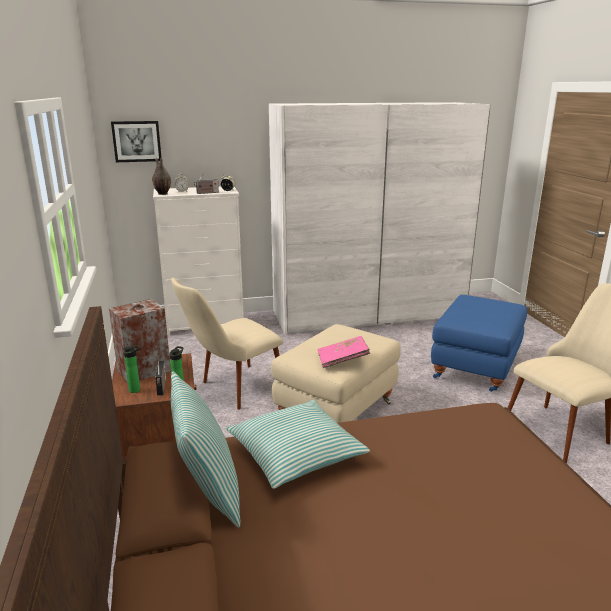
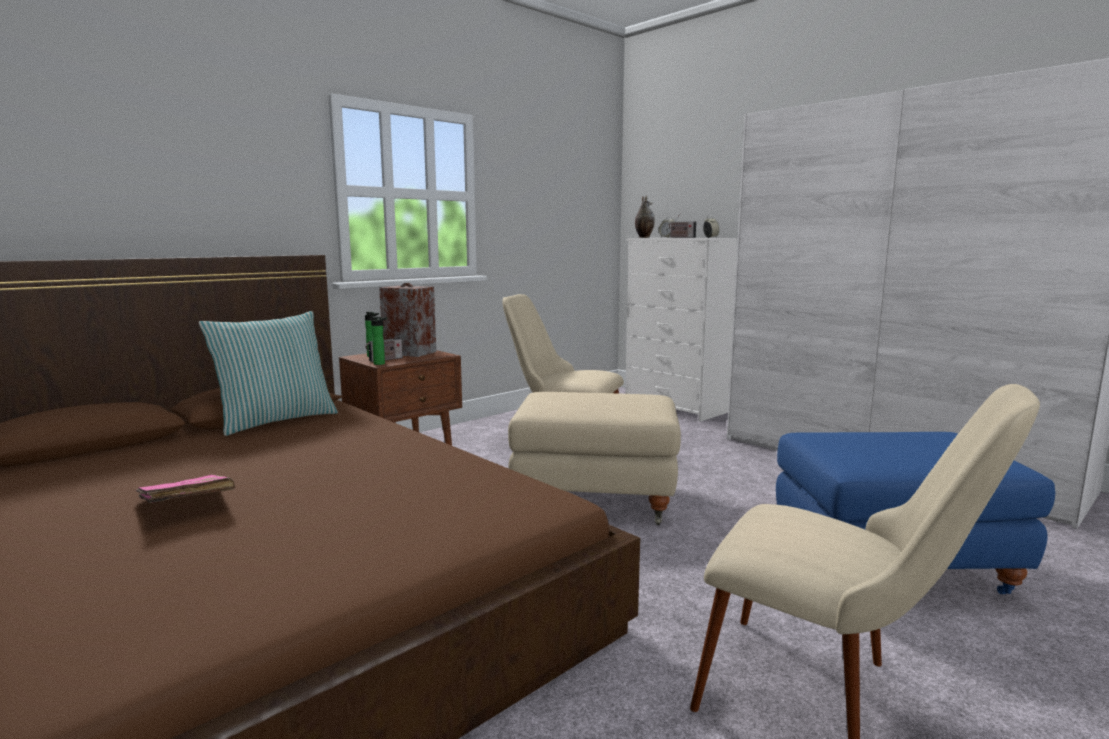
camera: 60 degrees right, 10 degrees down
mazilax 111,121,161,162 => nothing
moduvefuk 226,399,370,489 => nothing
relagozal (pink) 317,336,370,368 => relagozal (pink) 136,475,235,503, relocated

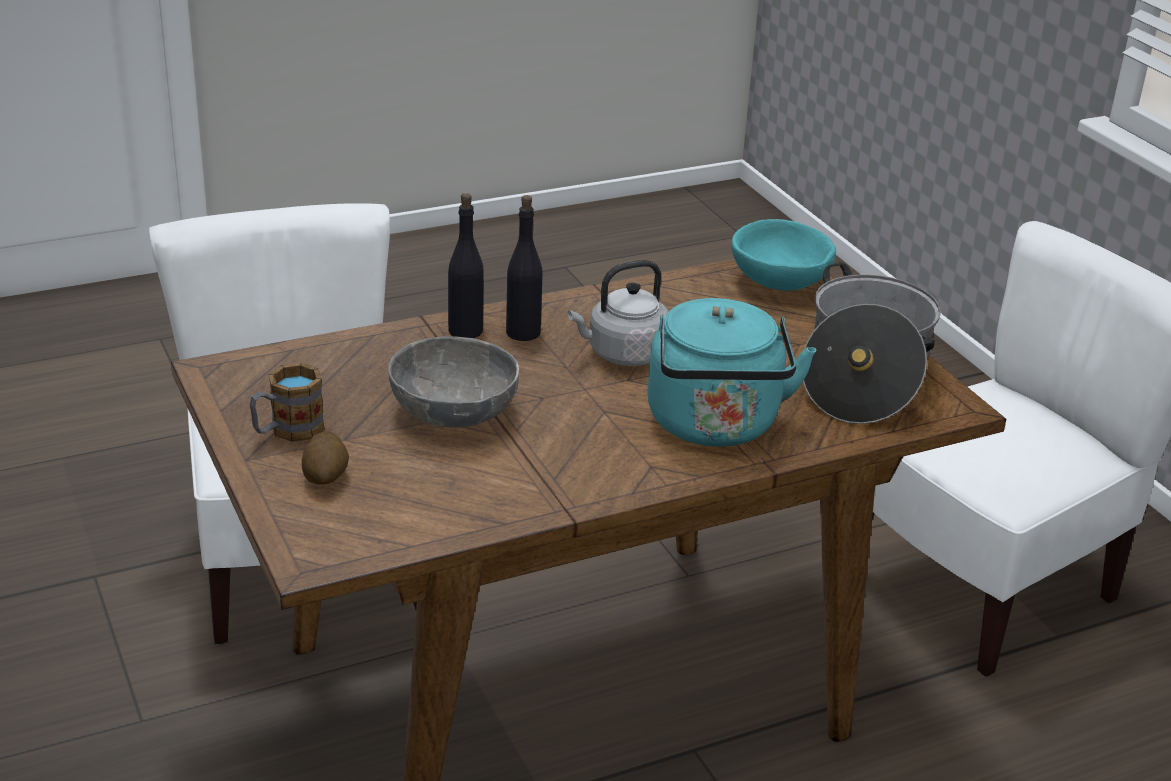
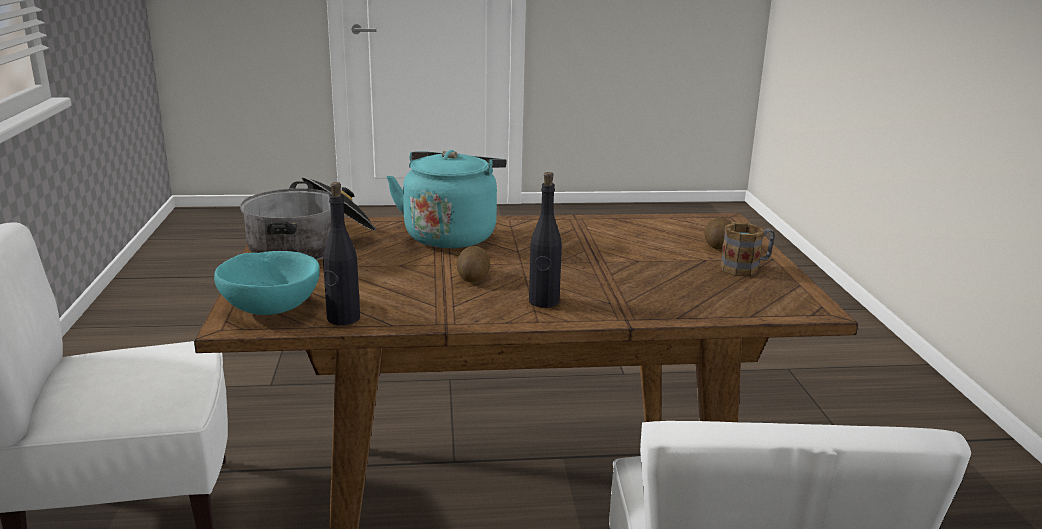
camera: 160 degrees left, 10 degrees down
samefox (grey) 388,336,519,428 => nothing
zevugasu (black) 448,193,484,338 => zevugasu (black) 323,182,360,325, relocated
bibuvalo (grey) 568,260,669,366 => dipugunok 456,246,490,282

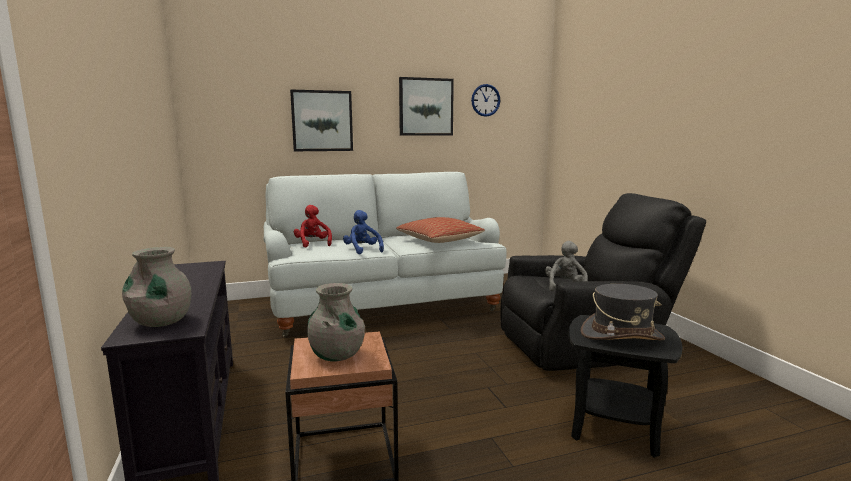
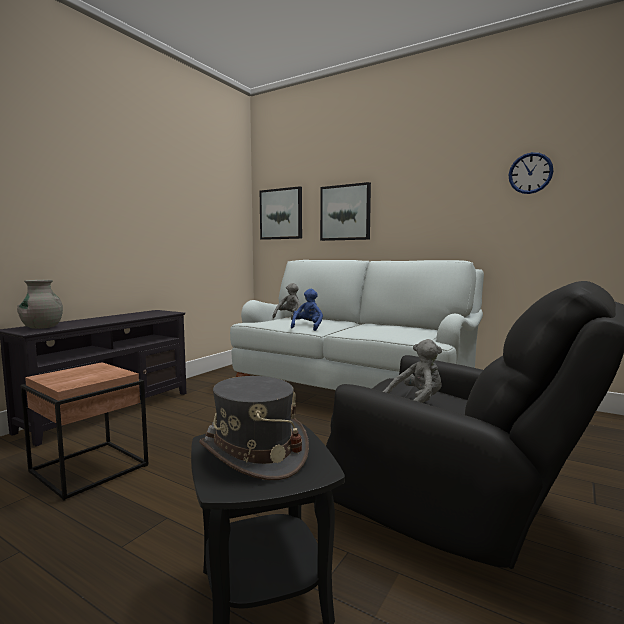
camera: 50 degrees right, 5 degrees down
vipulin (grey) 307,283,365,362 => nothing
moduvefuk 396,217,485,243 => nothing
mazilax 399,77,454,135 => mazilax 260,186,302,240, relocated
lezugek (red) 294,205,332,247 => lezugek (grey) 273,283,301,320

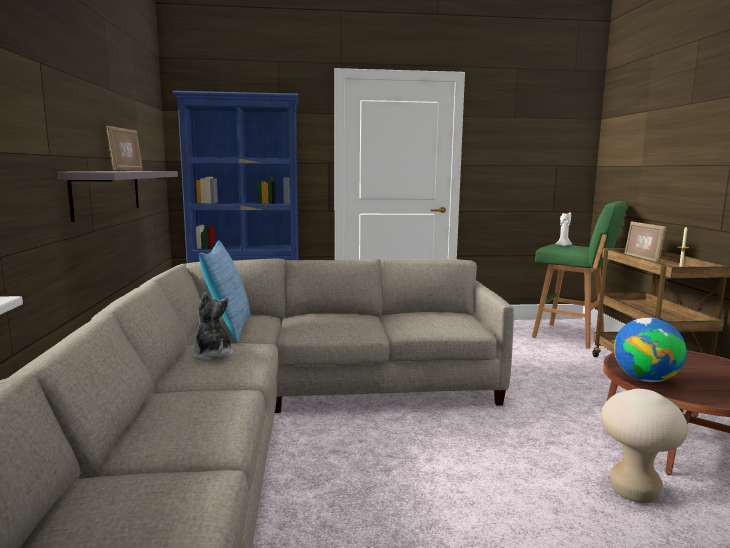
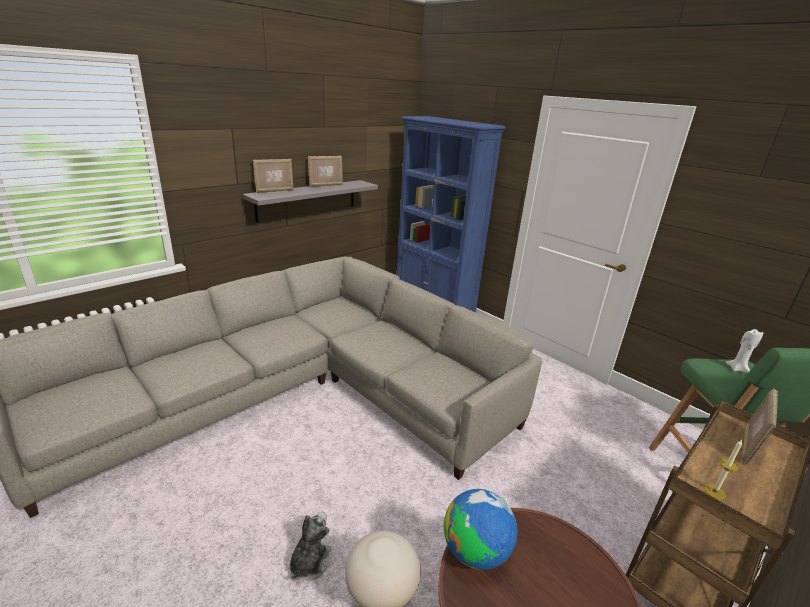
camera: 50 degrees right, 15 degrees up
moduvefuk 199,241,251,343 => nothing
nothing => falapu 253,159,294,193
lezugek 193,292,234,361 => lezugek 290,512,331,581, relocated

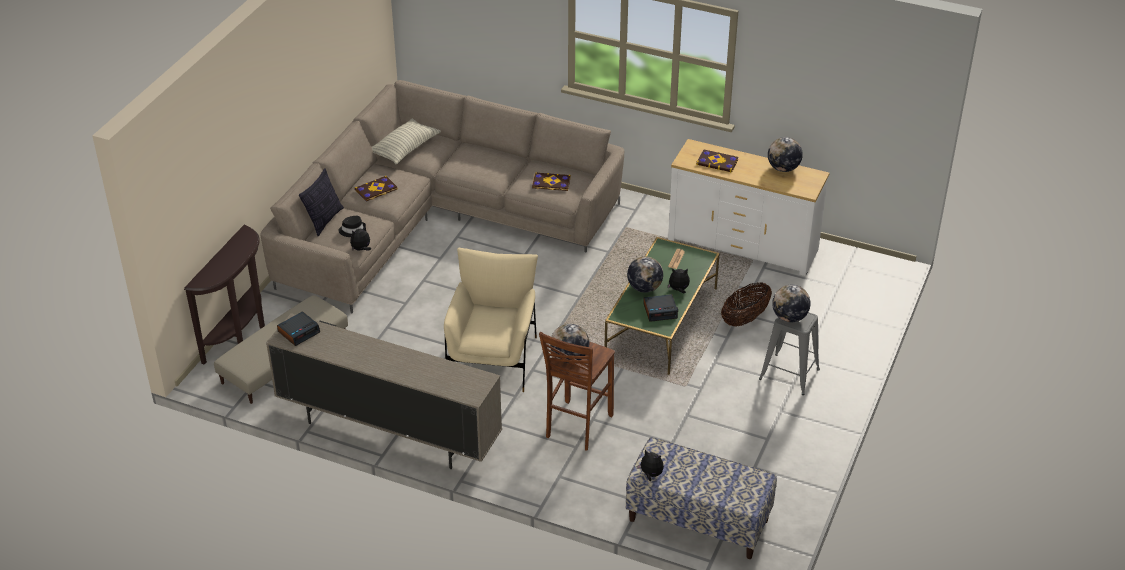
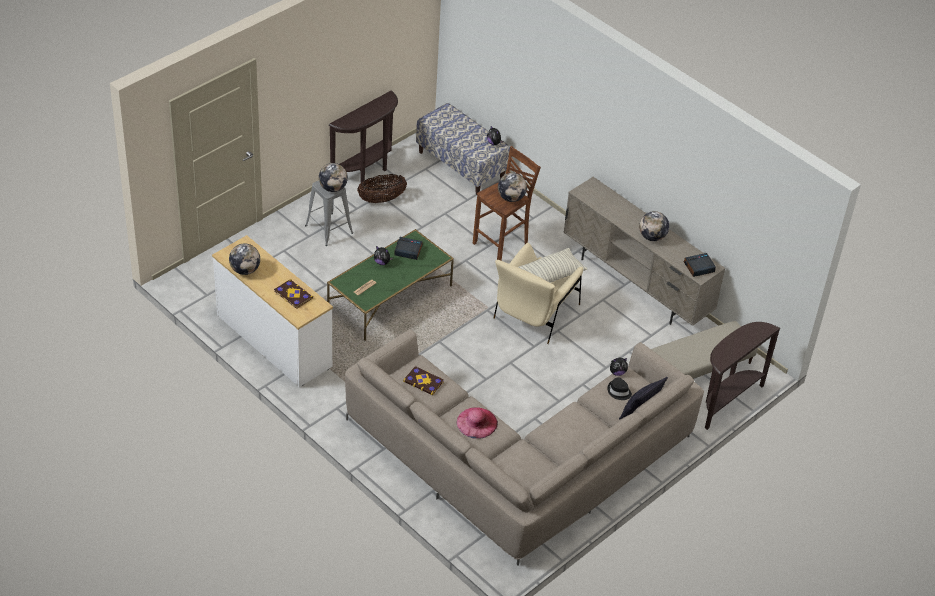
camera: 160 degrees left, 5 degrees up
relagozal 355,176,397,202 => nothing
nothing => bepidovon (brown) 329,90,398,183
nothing => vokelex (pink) 457,407,498,439
moduvefuk 372,118,441,164 => moduvefuk 518,248,587,283, relocated
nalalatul 627,256,663,293 => nalalatul 639,211,669,241, relocated
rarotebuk 721,282,772,327 => rarotebuk 357,174,407,203, relocated

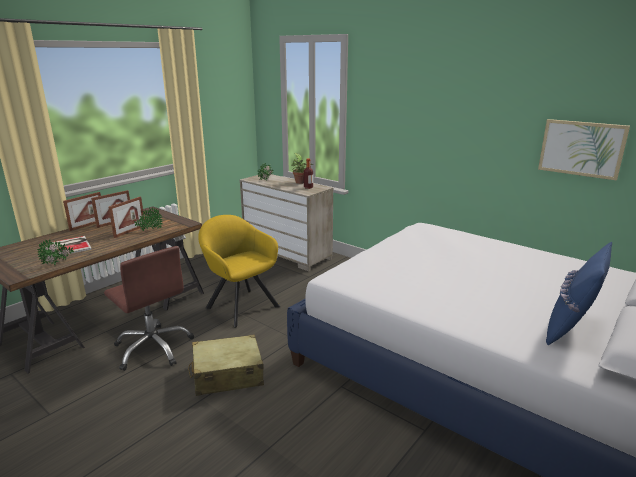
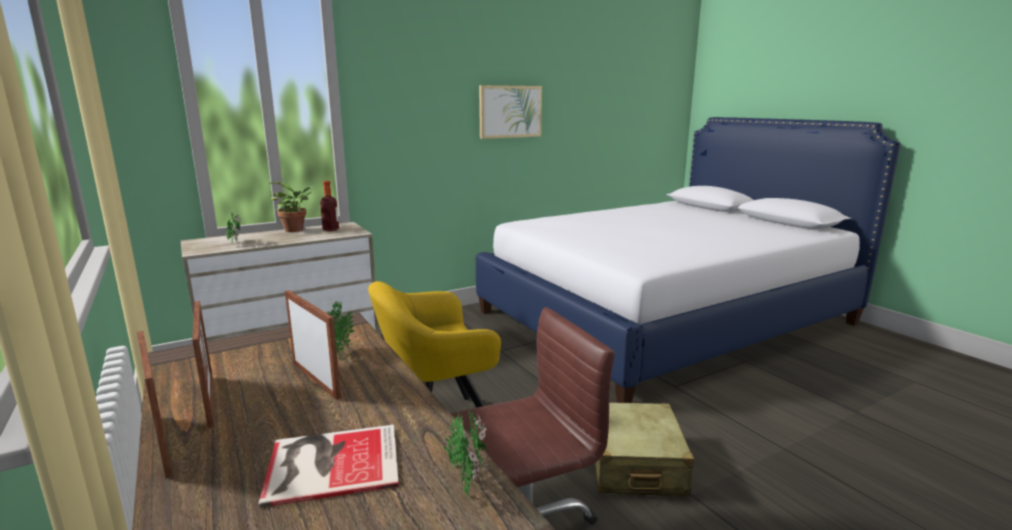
camera: 70 degrees left, 5 degrees down
moduvefuk (blue) 546,242,612,345 => nothing
mazilax 538,119,630,180 => mazilax 479,85,542,139, relocated

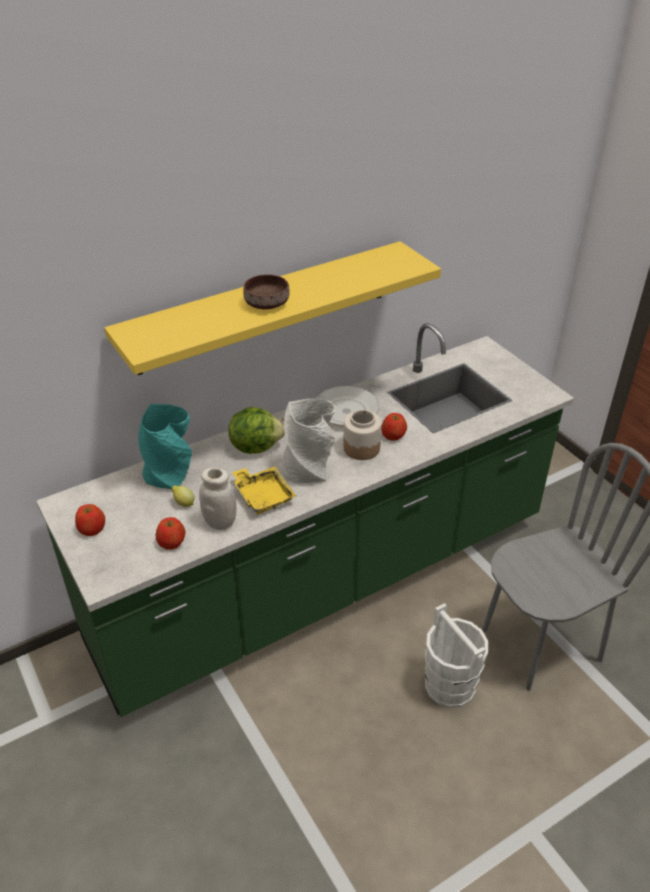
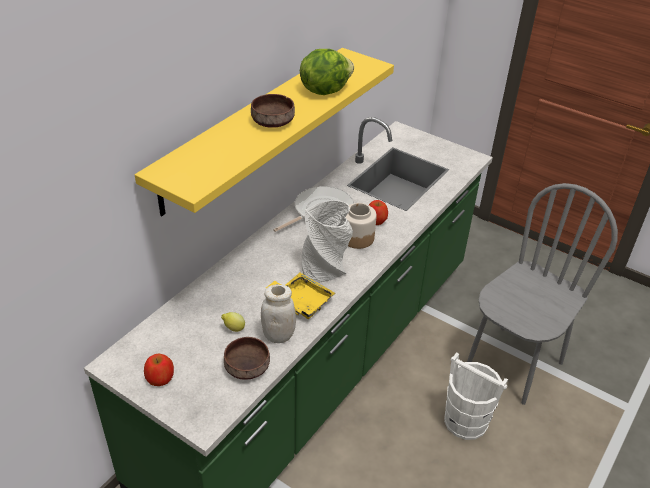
camera: 25 degrees left, 0 degrees up
vipulin (turquoise) 138,404,192,489 => nothing
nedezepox 228,407,285,454 => nedezepox 300,49,354,95, relocated
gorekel 156,517,185,550 => samefox (brown) 224,337,270,380

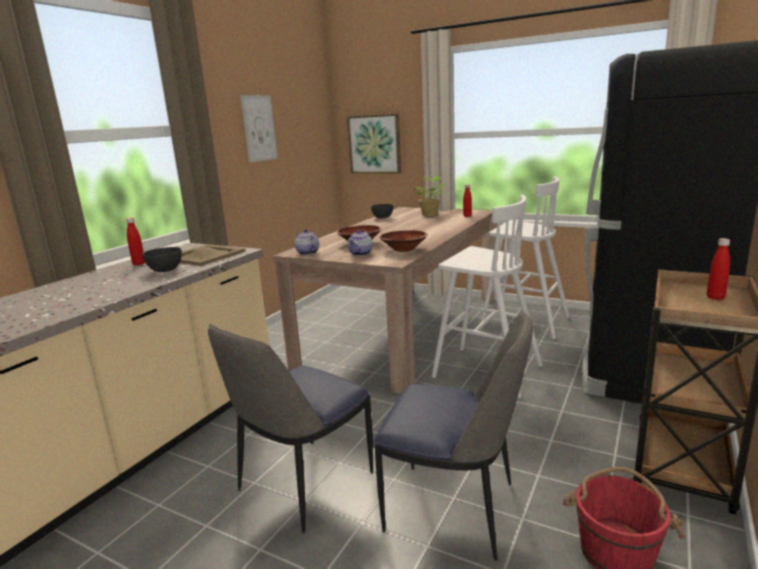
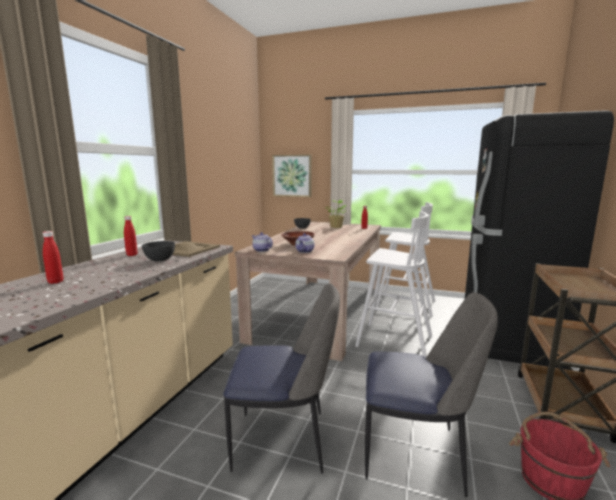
camera: 10 degrees left, 5 degrees down
mazilax 240,95,278,163 => nothing
samefox (brown) 379,230,428,252 => nothing
zevugasu (red) 707,238,730,300 => zevugasu (red) 43,231,63,284, relocated
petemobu 208,324,373,533 => petemobu 223,283,340,474, 120 degrees counterclockwise

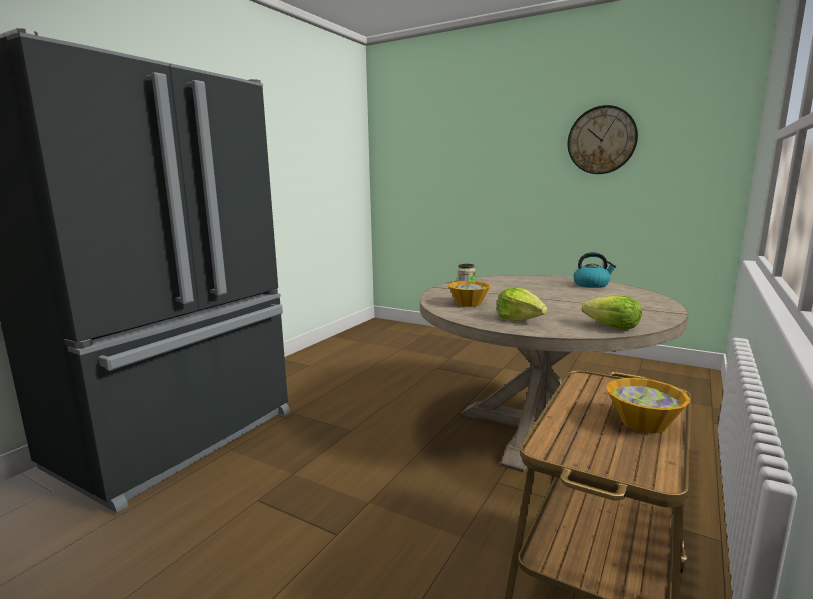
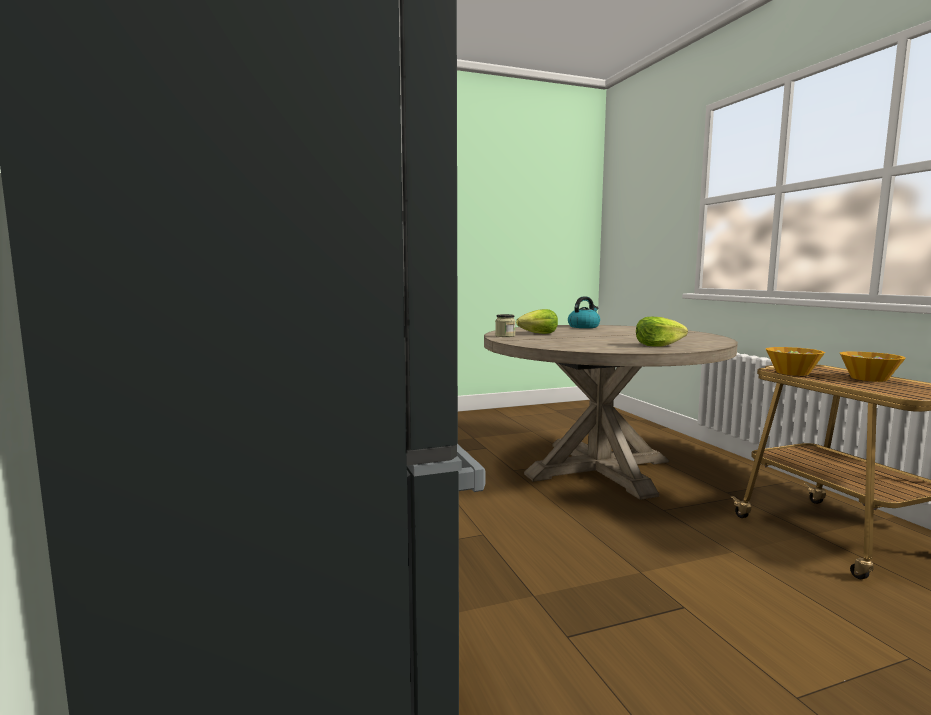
camera: 50 degrees left, 5 degrees down
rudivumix 568,105,638,174 => nothing
samefox 448,281,491,307 => samefox 766,347,825,376, relocated
nedezepox 582,296,642,330 => nedezepox 516,309,558,334, relocated

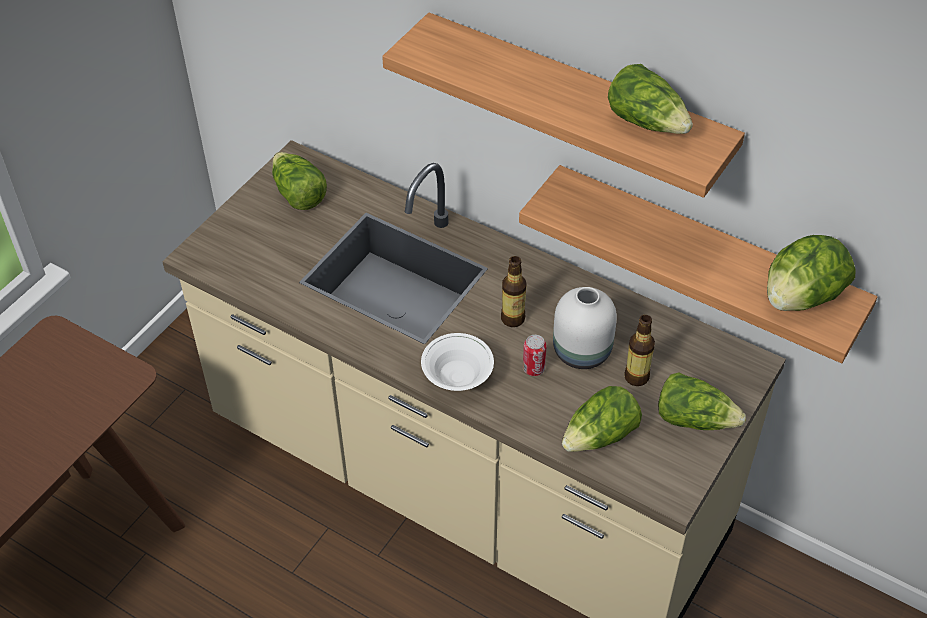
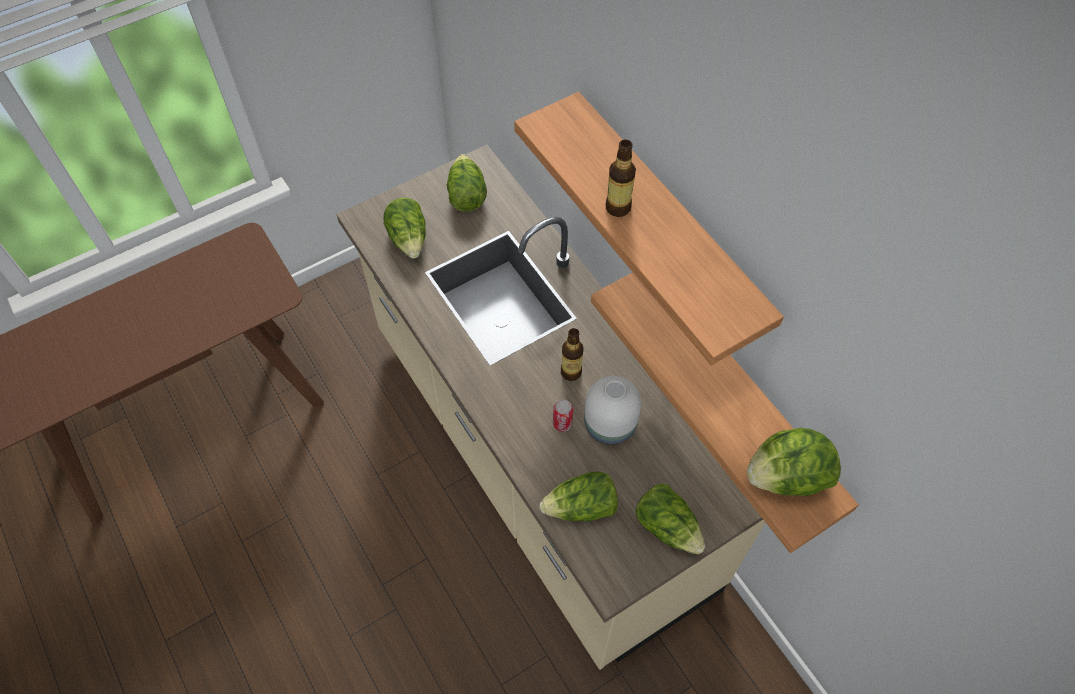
camera: 25 degrees right, 10 degrees up
samefox (white) 421,333,494,391 => nothing
nedezepox 608,64,693,134 => nedezepox 383,198,426,259, relocated
zevugasu 624,315,655,386 => zevugasu 606,139,636,217, relocated

